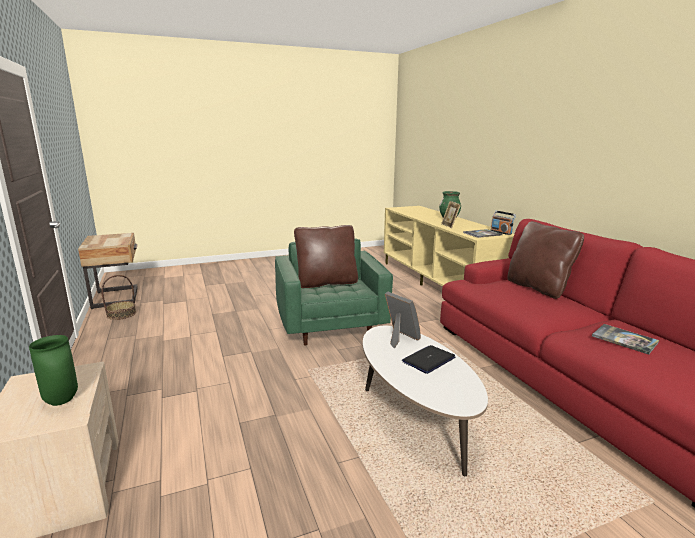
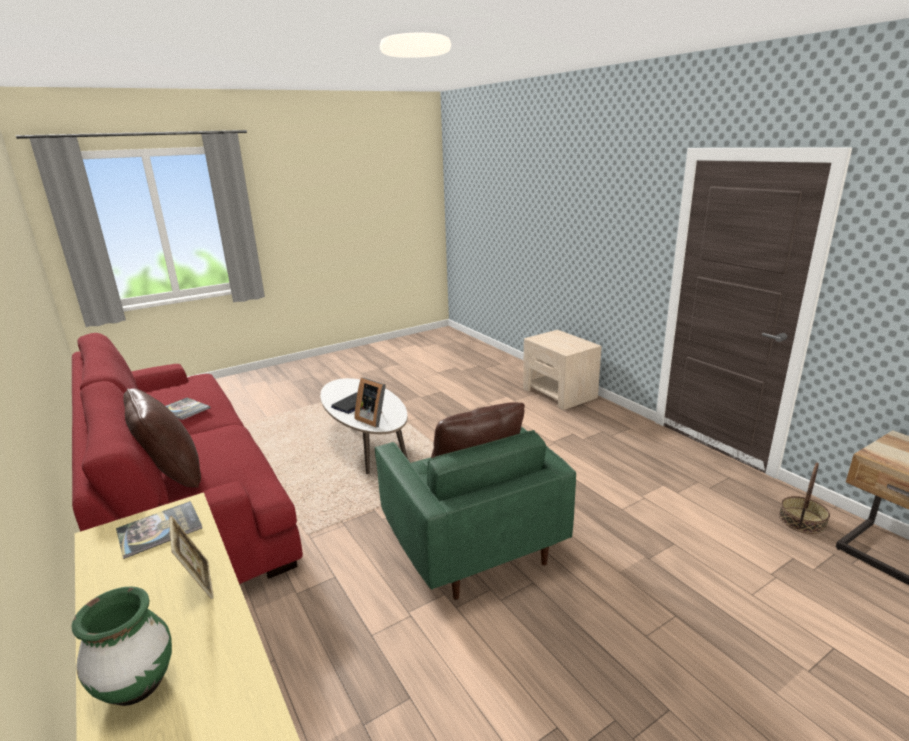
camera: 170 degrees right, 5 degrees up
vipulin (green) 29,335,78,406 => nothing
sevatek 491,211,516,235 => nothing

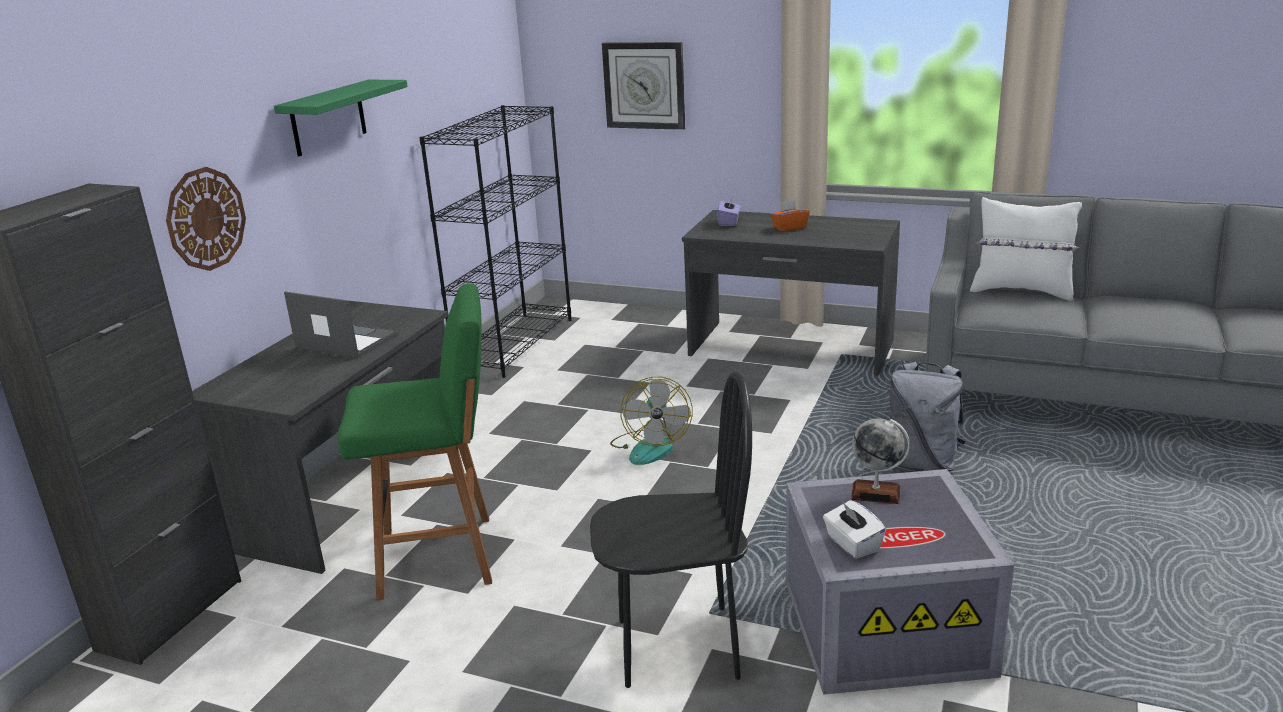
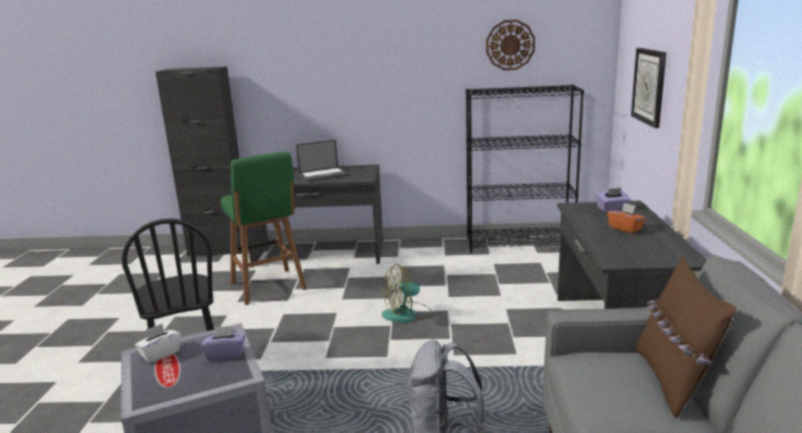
camera: 70 degrees right, 5 degrees down
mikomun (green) 274,80,408,156 => nothing
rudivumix 166,167,246,271 => rudivumix 486,20,535,70, relocated
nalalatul 851,419,910,504 => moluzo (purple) 201,326,245,361
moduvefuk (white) 970,197,1082,301 => moduvefuk (brown) 635,257,736,418
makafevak 284,292,399,358 => makafevak 296,140,348,182, 60 degrees clockwise

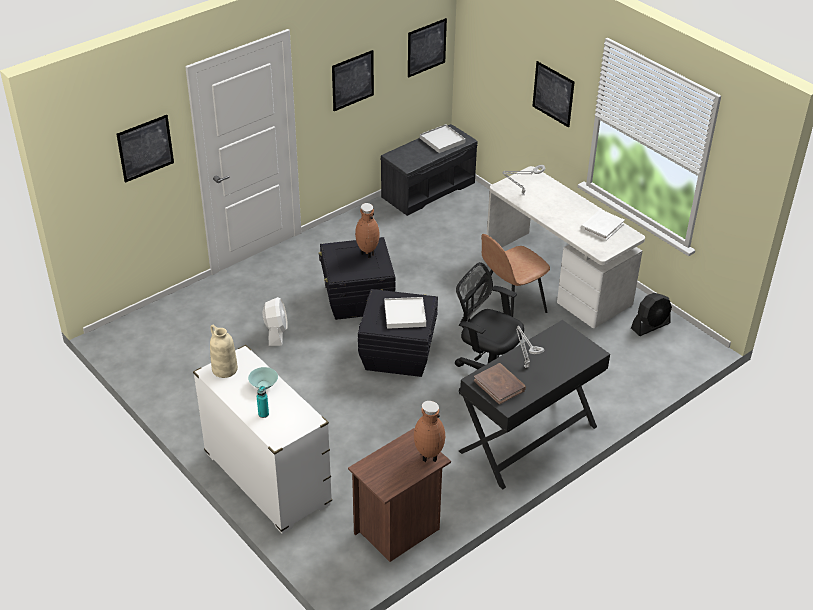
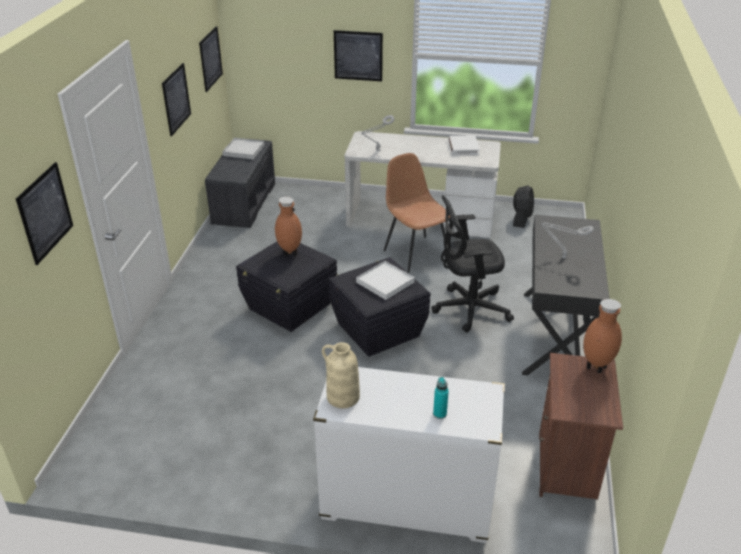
camera: 40 degrees left, 5 degrees down
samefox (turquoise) 248,367,278,389 => nothing
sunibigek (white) 263,297,288,346 => nothing
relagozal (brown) 474,363,526,405 => nothing
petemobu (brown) 482,234,550,317 => petemobu (brown) 384,153,450,273, 135 degrees clockwise

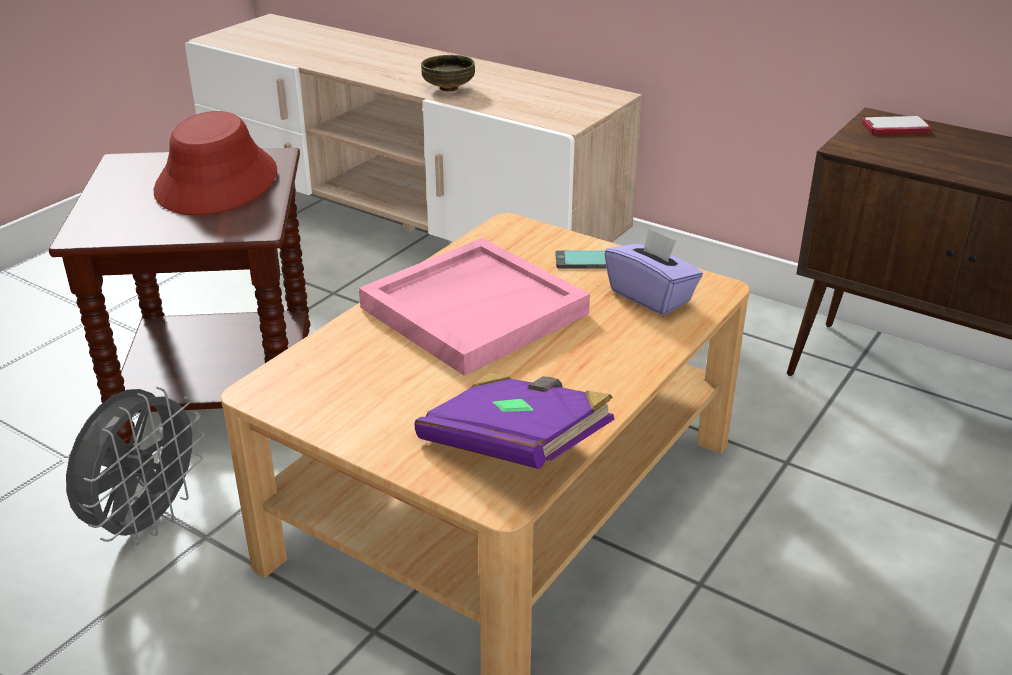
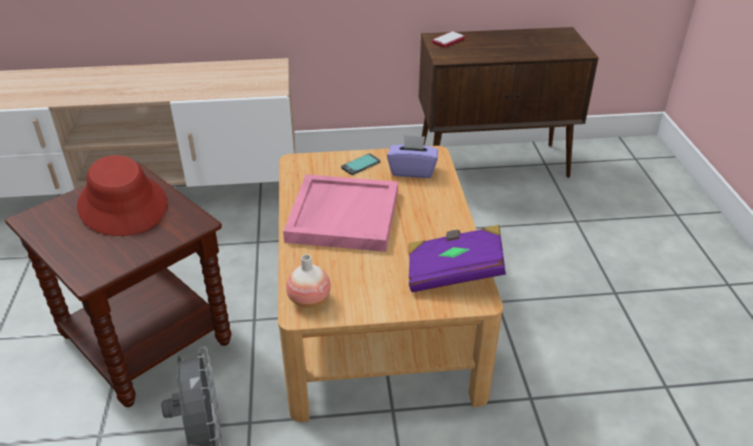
camera: 40 degrees left, 5 degrees up
samefox 421,55,475,92 => nothing
nothing => vipulin 286,254,331,308

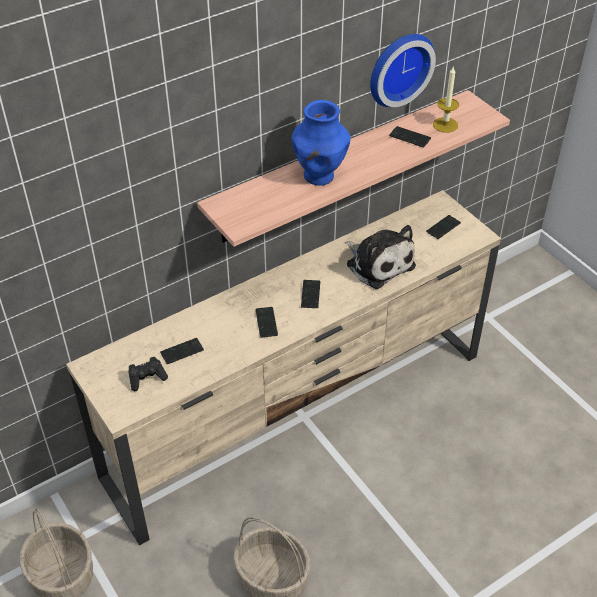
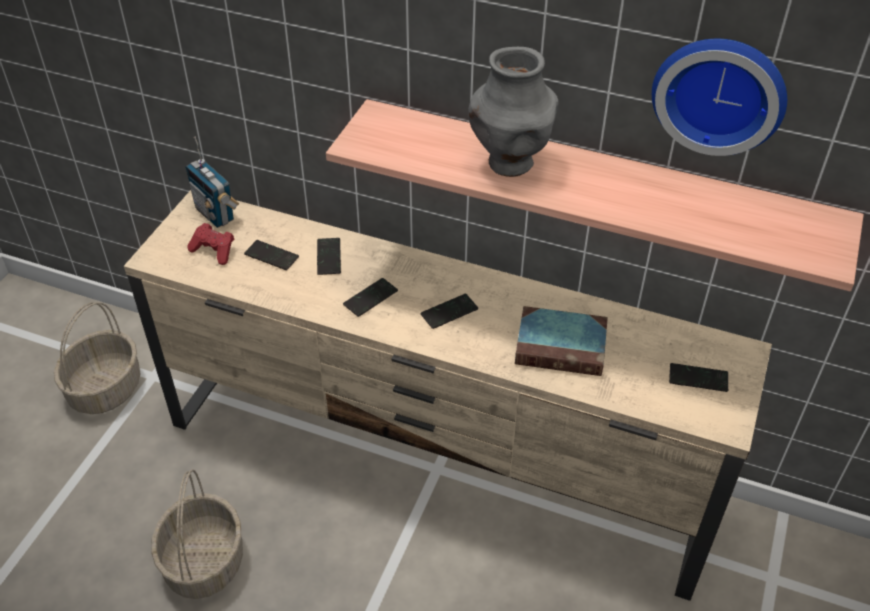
camera: 55 degrees right, 0 degrees up
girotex 433,66,459,133 => nothing
nothing => sevatek 185,136,239,228
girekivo 389,126,431,147 => girekivo 317,238,341,275, relocated
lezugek 345,225,416,289 => relagozal 515,306,608,376
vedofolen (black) 128,357,168,391 => vedofolen (red) 187,223,234,265
vipulin (blue) 292,100,350,186 => vipulin (grey) 468,47,559,177

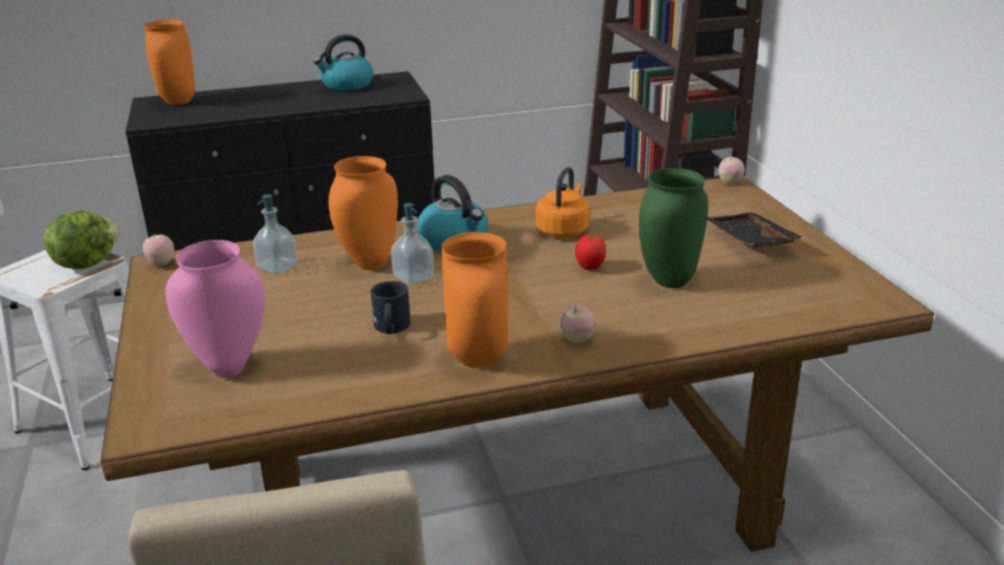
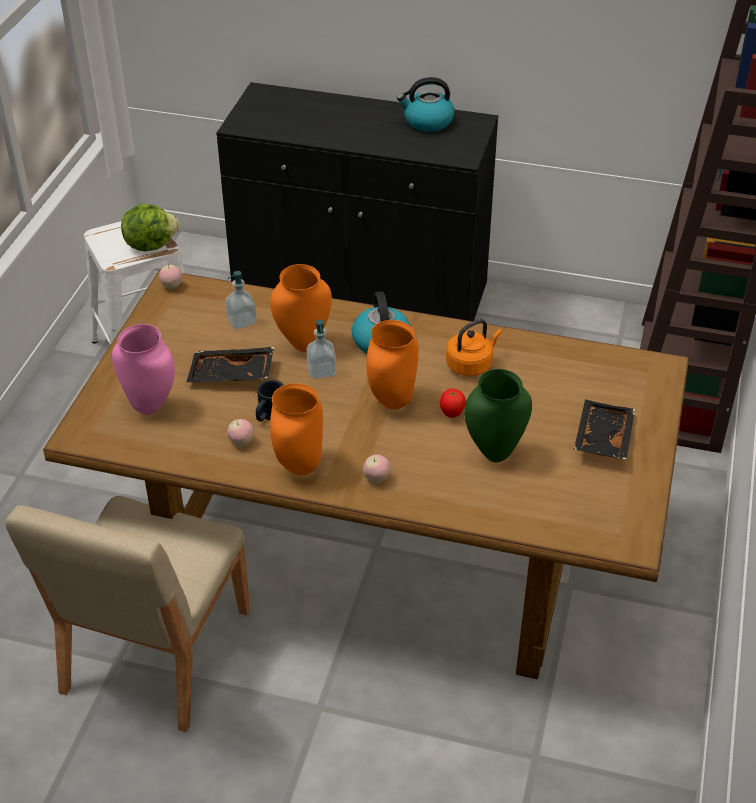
camera: 30 degrees right, 15 degrees up
nothing => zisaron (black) 186,347,274,382
vipulin (orange) 144,19,195,105 => vipulin (orange) 366,320,419,409, relocated
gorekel 718,157,745,184 => gorekel 227,419,254,447, relocated

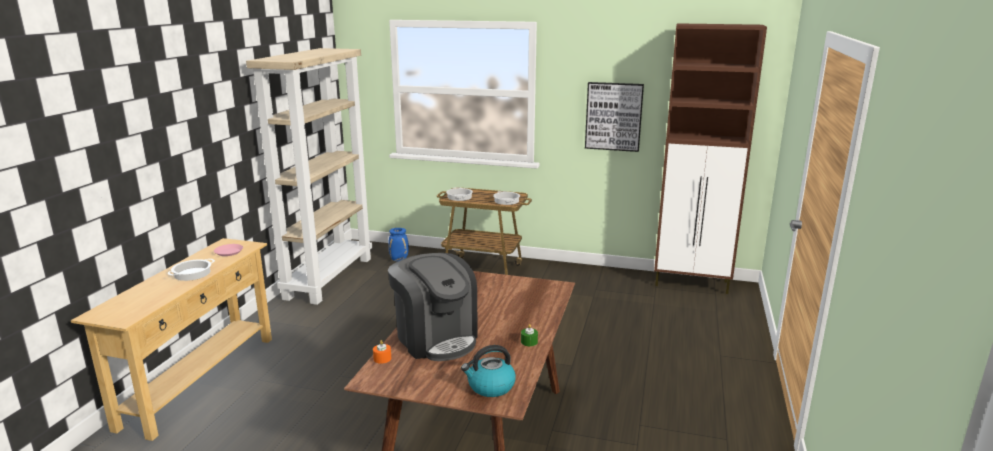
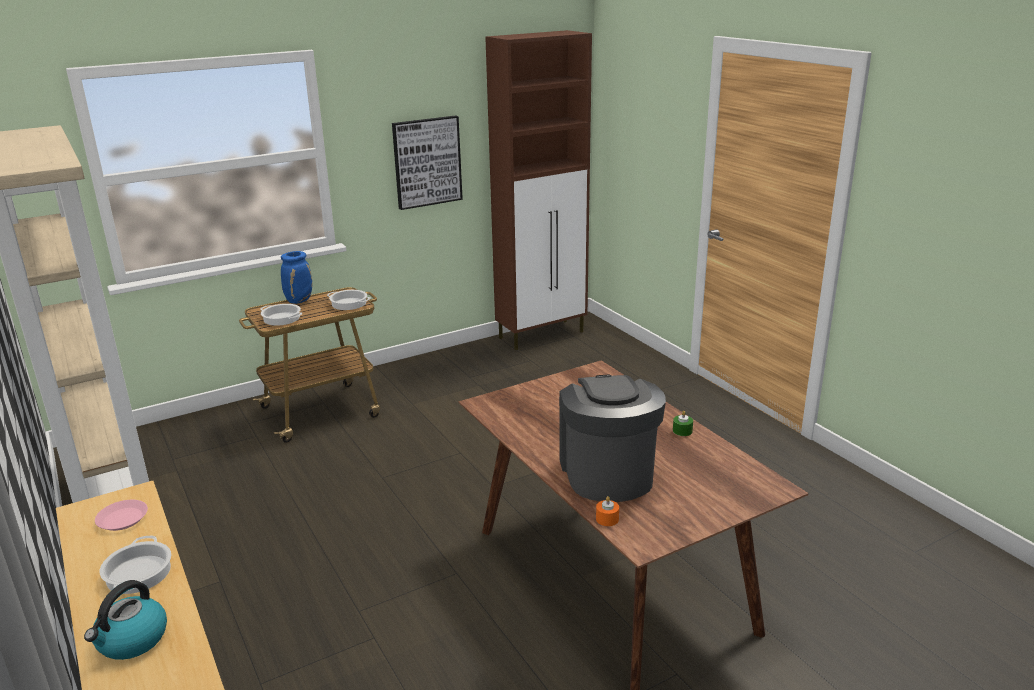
camera: 45 degrees left, 5 degrees up
vipulin (blue) 389,228,409,261 => vipulin (blue) 281,251,312,304, relocated
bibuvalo 461,345,516,397 => bibuvalo 84,580,167,660, relocated
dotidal 388,253,478,361 => dotidal 559,374,666,502, 105 degrees counterclockwise

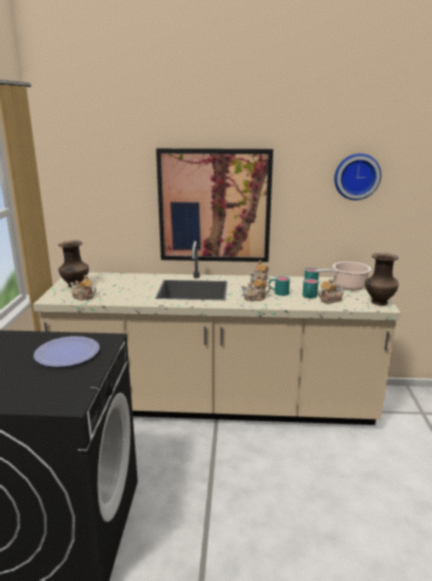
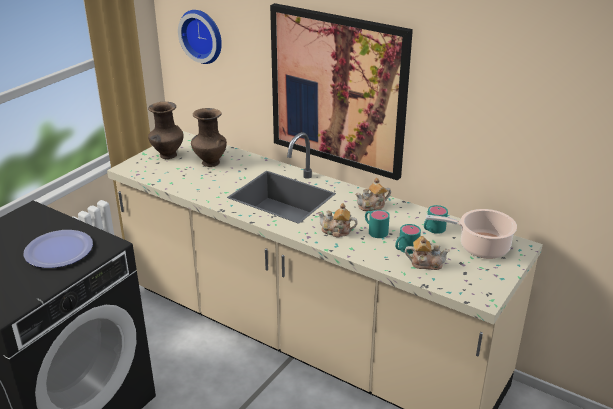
camera: 30 degrees right, 10 degrees up
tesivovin 70,275,96,301 => nothing
rudivumix 334,153,381,200 => rudivumix 178,10,222,64, relocated
vipulin (brown) 365,253,399,305 => vipulin (brown) 191,108,227,167, relocated

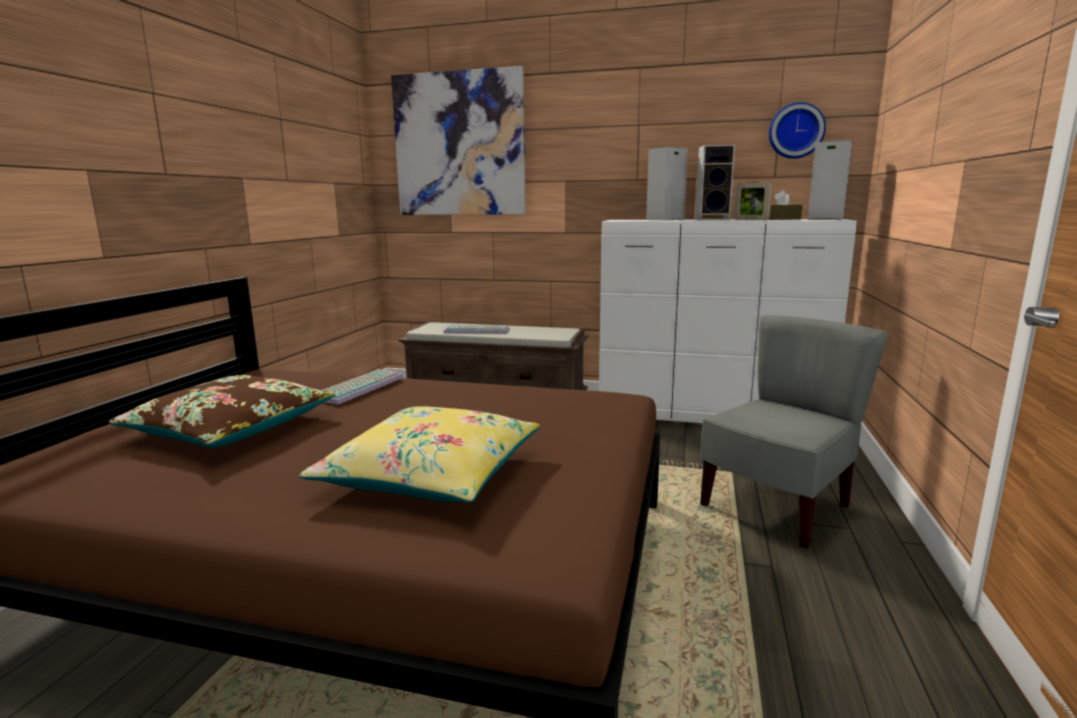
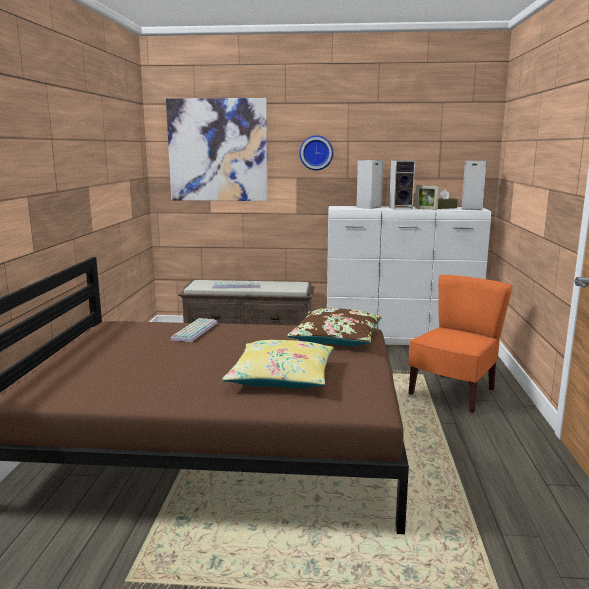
camera: 10 degrees left, 0 degrees up
moduvefuk (brown) 109,375,335,448 => moduvefuk (brown) 287,308,382,346, relocated
rudivumix 769,102,826,159 => rudivumix 299,135,333,171, relocated
petemobu (grey) 700,315,888,549 => petemobu (orange) 409,275,513,413

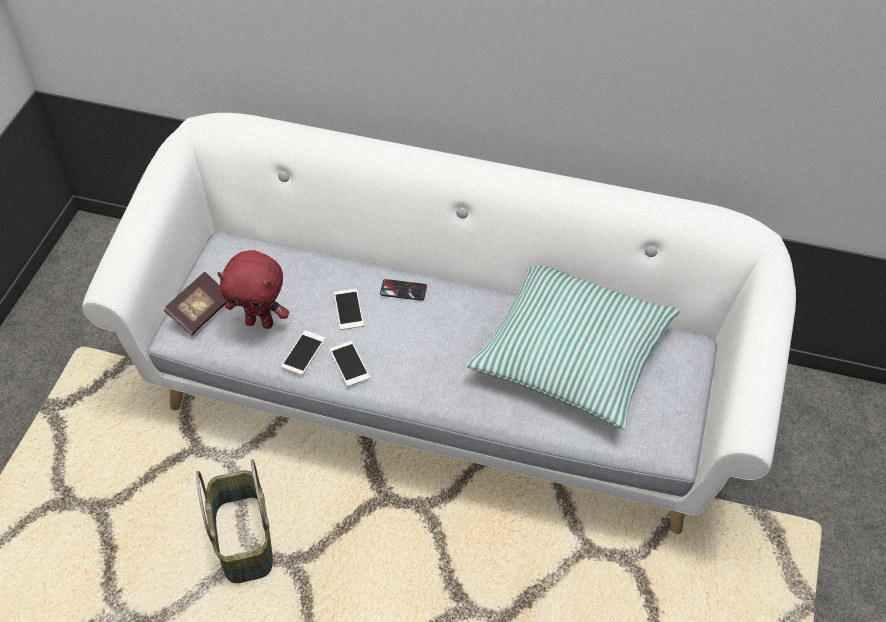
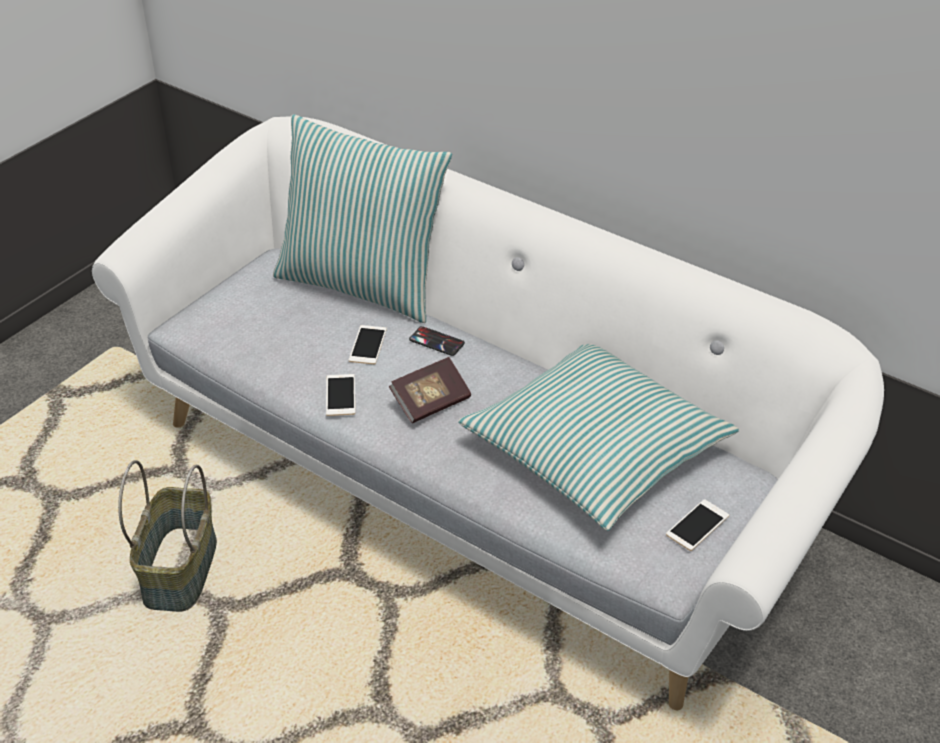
camera: 20 degrees right, 10 degrees down
lezugek (red) 217,250,289,329 => nothing
nothing => moduvefuk 273,114,452,323
relagozal 164,271,227,335 => relagozal 389,357,471,423, relocated
girekivo 281,330,326,375 => girekivo 666,499,729,551, relocated

